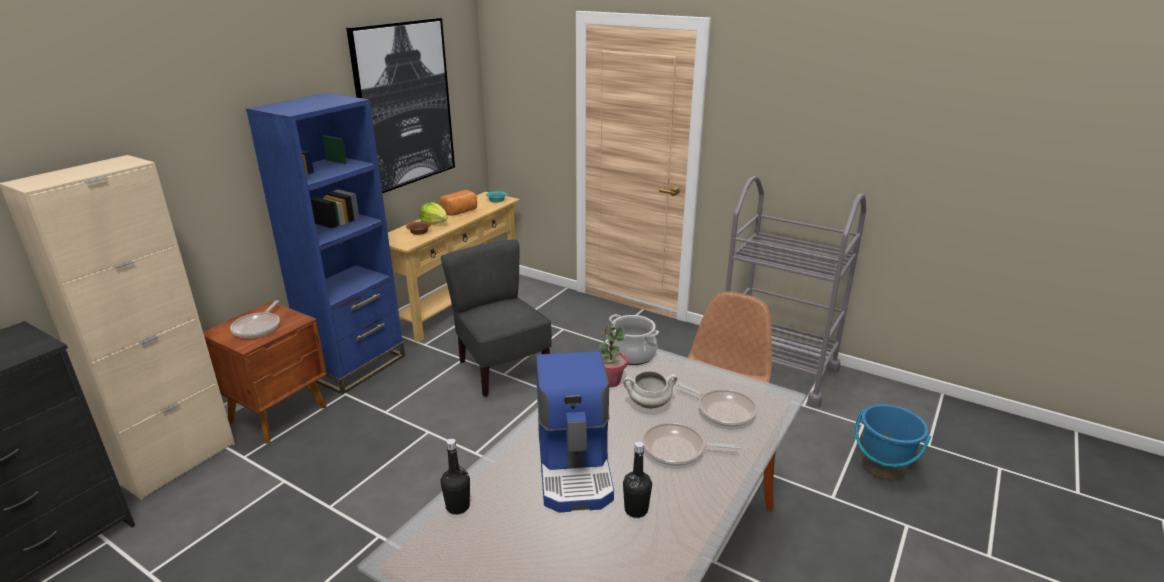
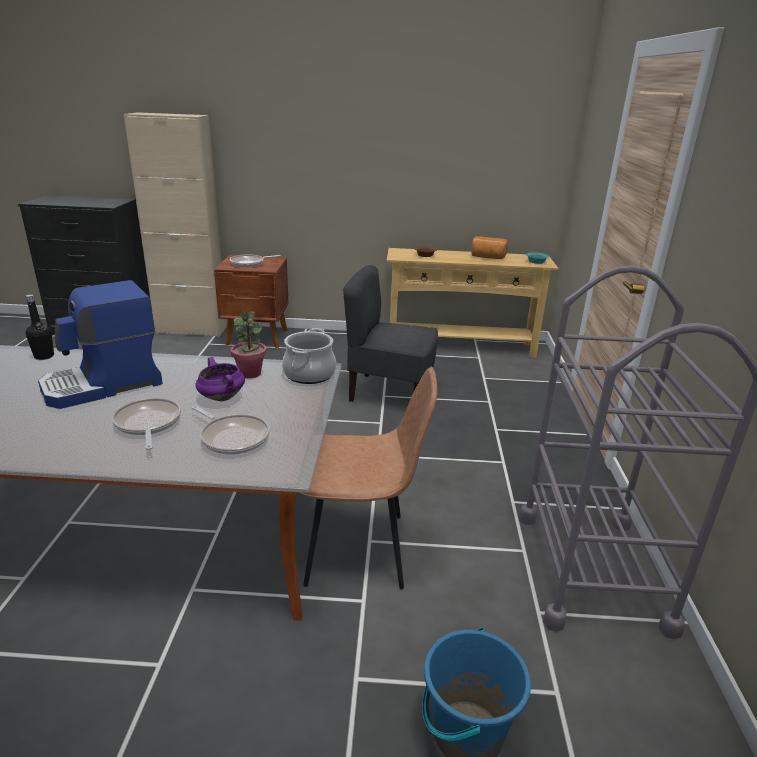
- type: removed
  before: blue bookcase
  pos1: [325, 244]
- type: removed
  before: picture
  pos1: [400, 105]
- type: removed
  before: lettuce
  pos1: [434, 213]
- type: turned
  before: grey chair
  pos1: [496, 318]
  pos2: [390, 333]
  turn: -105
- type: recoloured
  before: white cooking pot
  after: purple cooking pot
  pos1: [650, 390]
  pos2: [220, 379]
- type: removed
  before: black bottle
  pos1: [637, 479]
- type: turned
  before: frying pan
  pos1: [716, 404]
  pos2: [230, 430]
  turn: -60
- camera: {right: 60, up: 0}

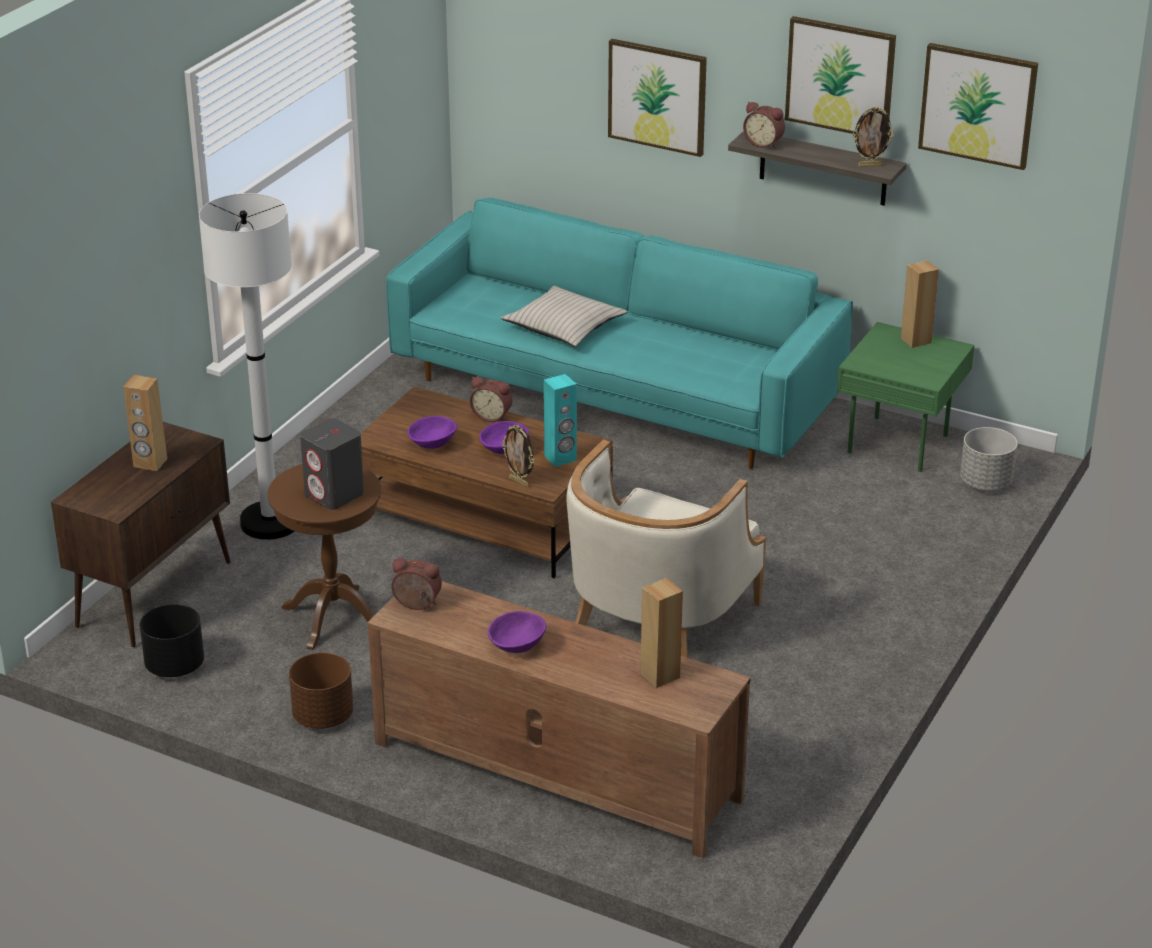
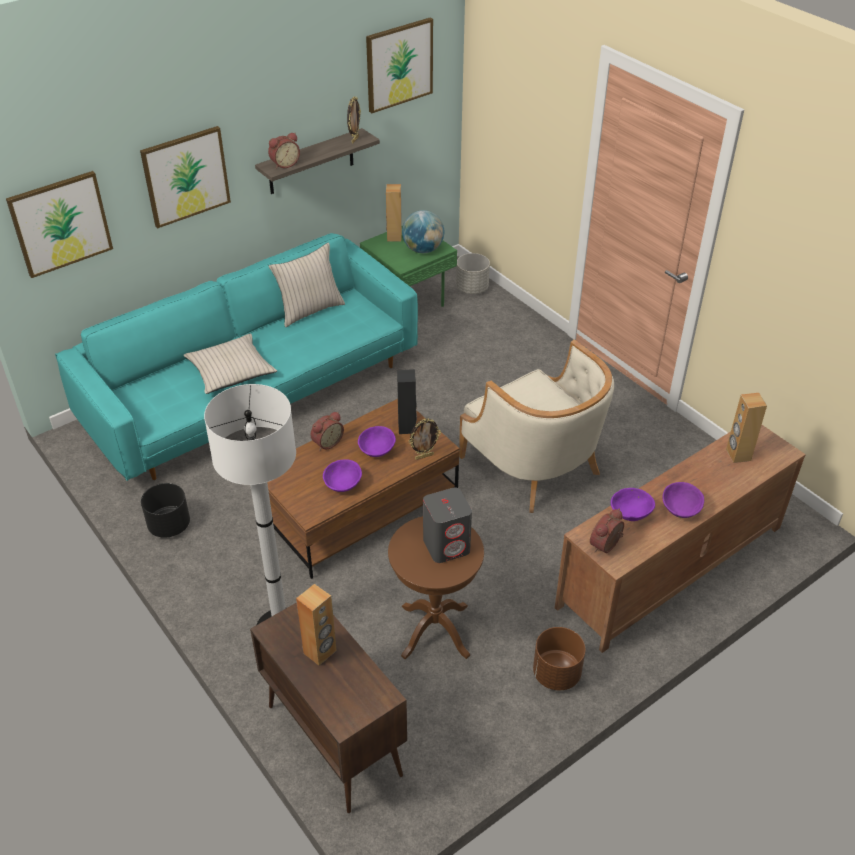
- type: moved
  before: black planter
  pos1: [172, 641]
  pos2: [165, 510]
- type: recoloured
  before: turquoise speaker
  after: black speaker
  pos1: [560, 420]
  pos2: [407, 401]
- type: moved
  before: picture
  pos1: [840, 75]
  pos2: [59, 224]
- type: added
  after: beige pillow
  pos2: [307, 284]
- type: added
  after: globe
  pos2: [423, 231]
- type: added
  after: purple bowl
  pos2: [633, 504]
- camera: {right: -65, up: 10}

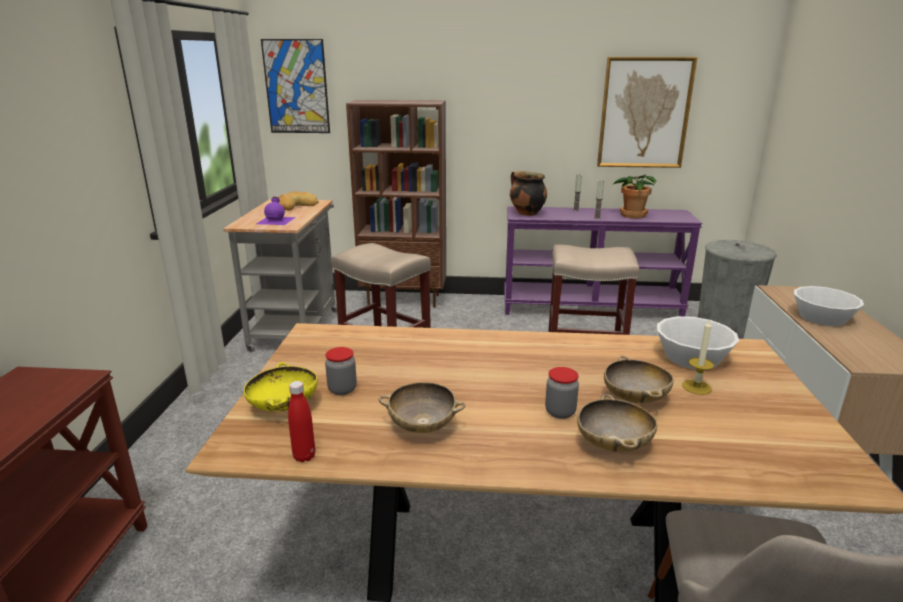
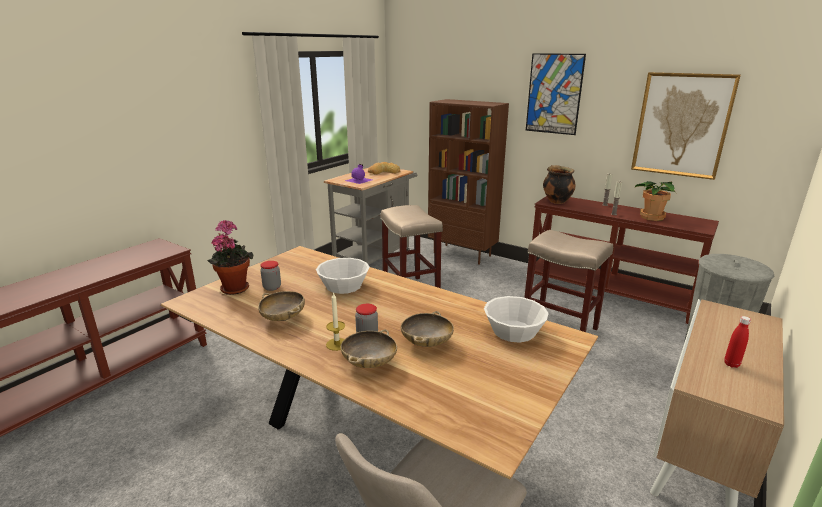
- type: replaced
  before: yellow bowl
  after: potted plant
  pos1: [281, 386]
  pos2: [230, 257]
- type: moved
  before: picture
  pos1: [295, 86]
  pos2: [556, 94]
- type: moved
  before: red bottle
  pos1: [301, 421]
  pos2: [737, 342]
- type: recoloured
  before: purple console table
  after: brown console table
  pos1: [603, 261]
  pos2: [625, 260]
- type: moved
  before: candle
  pos1: [698, 357]
  pos2: [335, 321]
- type: moved
  before: white bowl
  pos1: [829, 306]
  pos2: [342, 276]
- camera: {right: 30, up: 0}

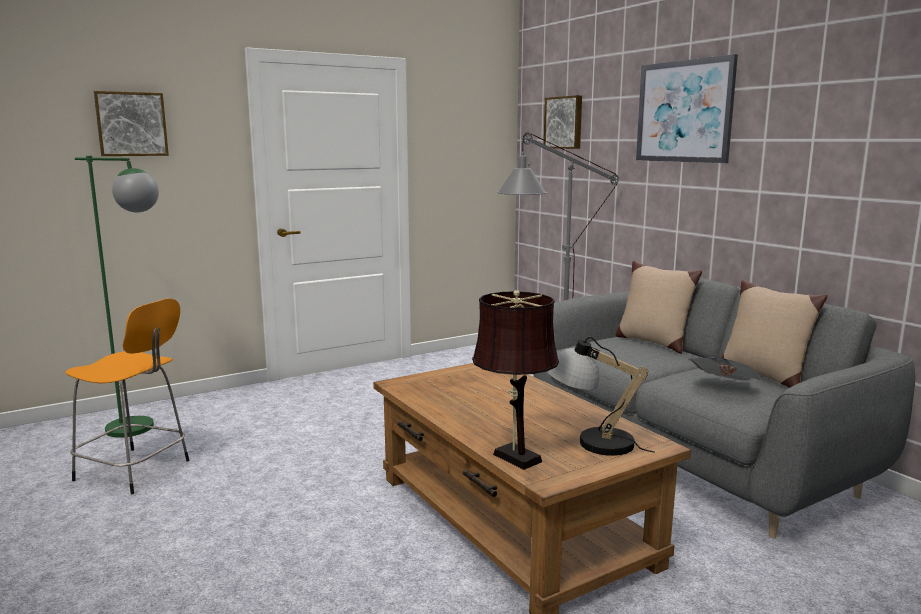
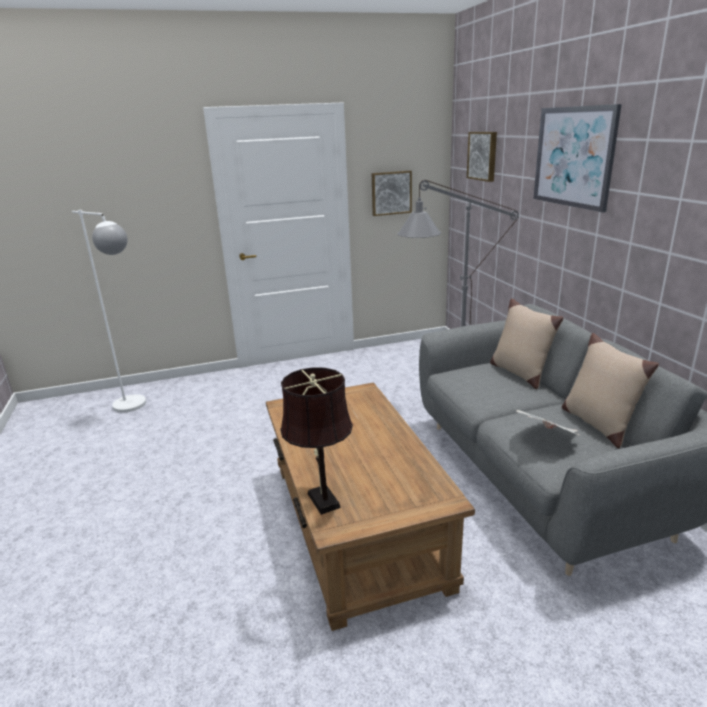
- type: removed
  before: orange stool
  pos1: [127, 396]
- type: recoloured
  before: green floor lamp
  after: white floor lamp
  pos1: [117, 297]
  pos2: [109, 311]
- type: moved
  before: picture
  pos1: [131, 123]
  pos2: [392, 193]
- type: removed
  before: table lamp
  pos1: [601, 396]
- camera: {right: 15, up: 10}

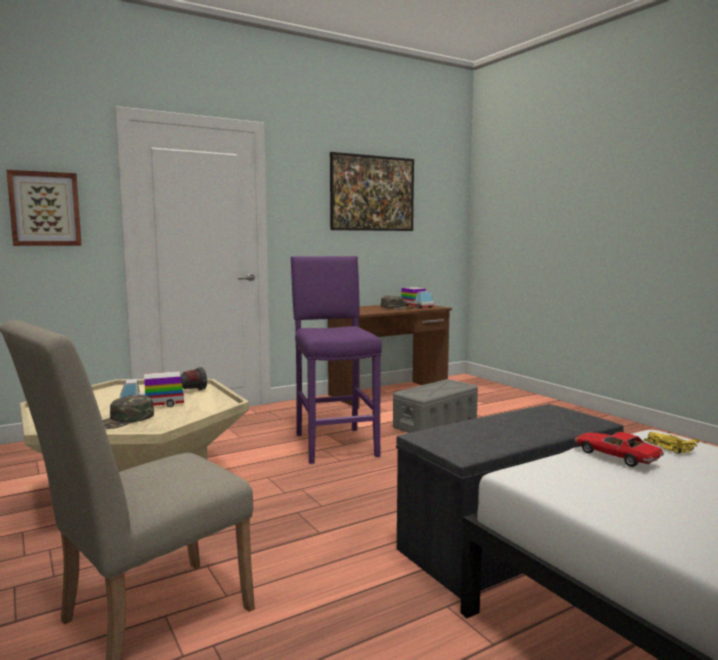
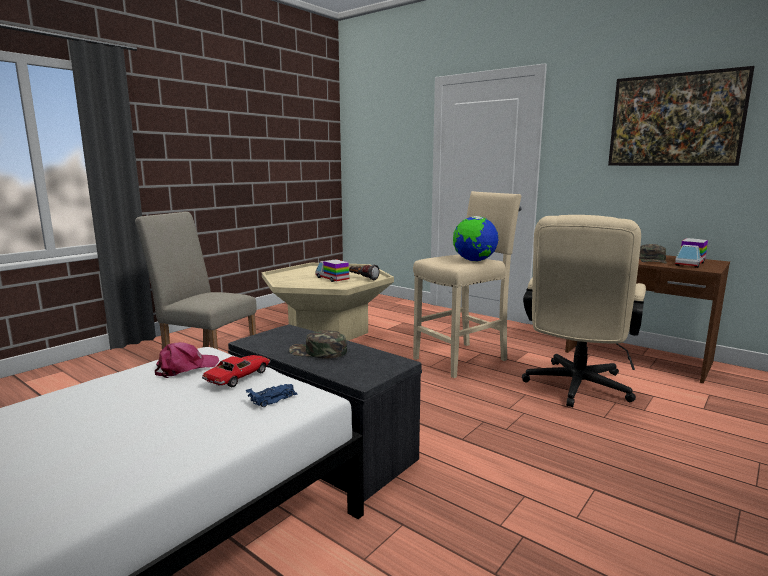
- type: removed
  before: picture
  pos1: [44, 208]
- type: moved
  before: green cap
  pos1: [128, 412]
  pos2: [318, 344]
- type: recoloured
  before: purple stool
  after: beige stool
  pos1: [336, 360]
  pos2: [467, 284]
- type: replaced
  before: grey storage box
  after: beige office chair
  pos1: [435, 406]
  pos2: [584, 311]
- type: recoloured
  before: yellow toy car
  after: blue toy car
  pos1: [672, 443]
  pos2: [271, 395]
- type: added
  after: pink cap
  pos2: [187, 360]
- type: added
  after: globe
  pos2: [475, 238]
- camera: {right: 70, up: 5}

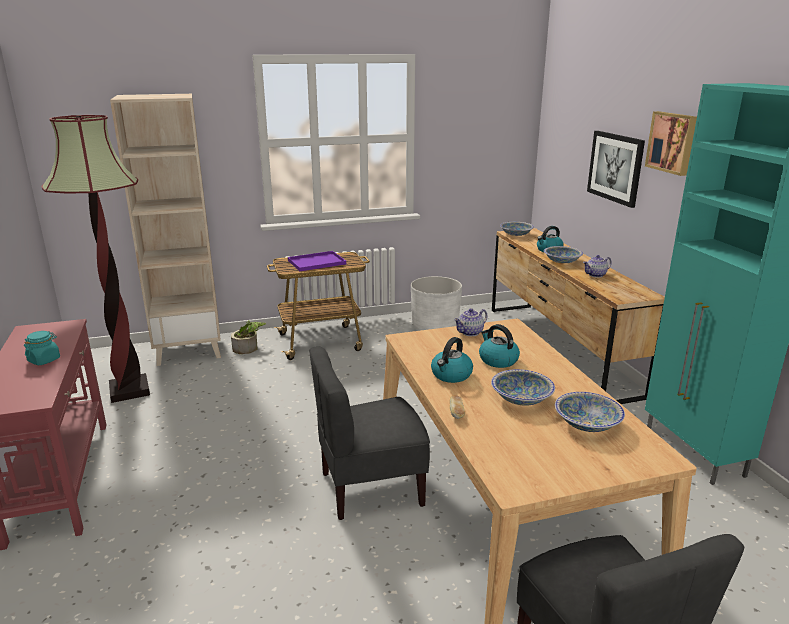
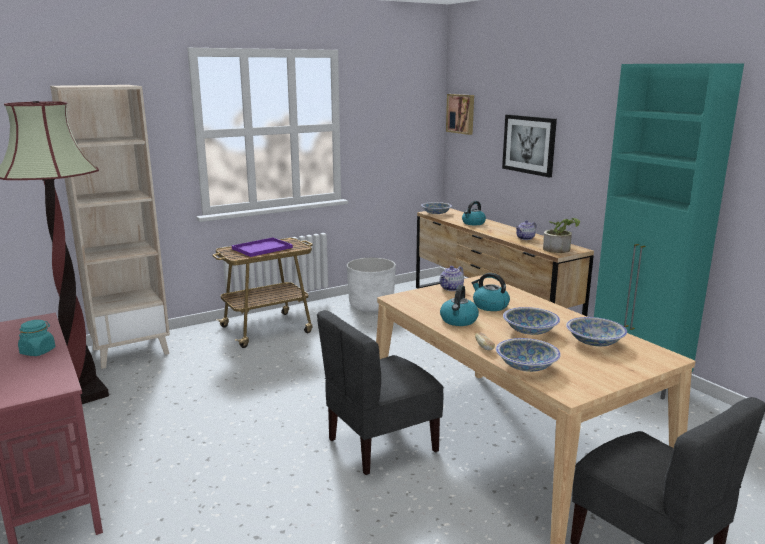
- type: moved
  before: potted plant
  pos1: [248, 337]
  pos2: [561, 235]
- type: moved
  before: bowl
  pos1: [563, 254]
  pos2: [528, 355]
- type: moved
  before: picture
  pos1: [671, 143]
  pos2: [460, 114]
- camera: {right: -15, up: -5}

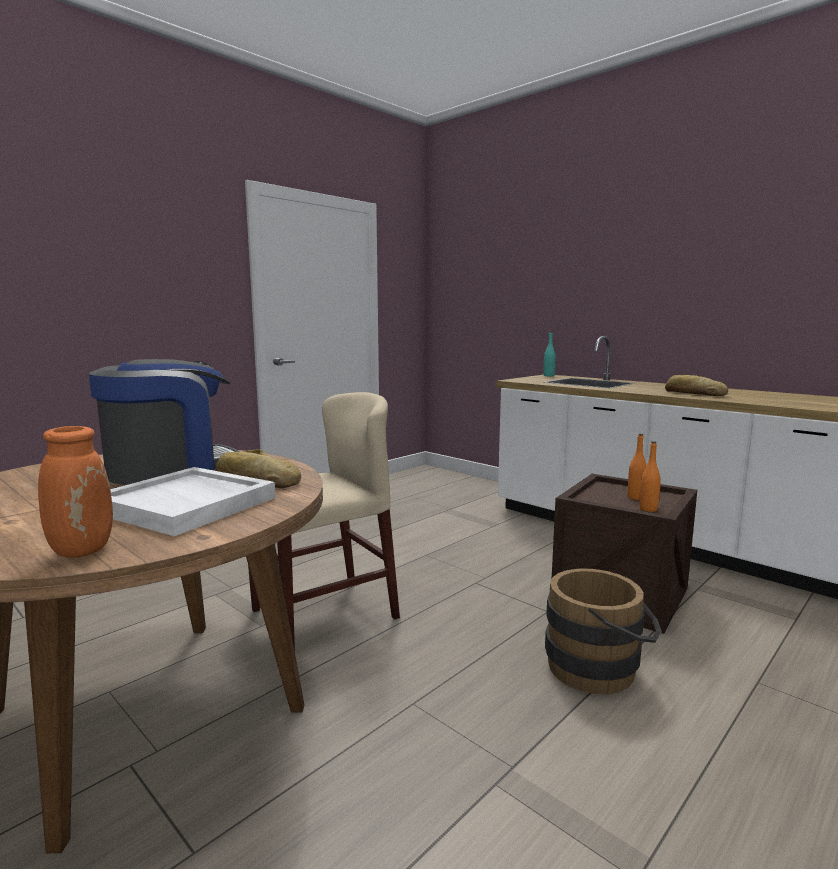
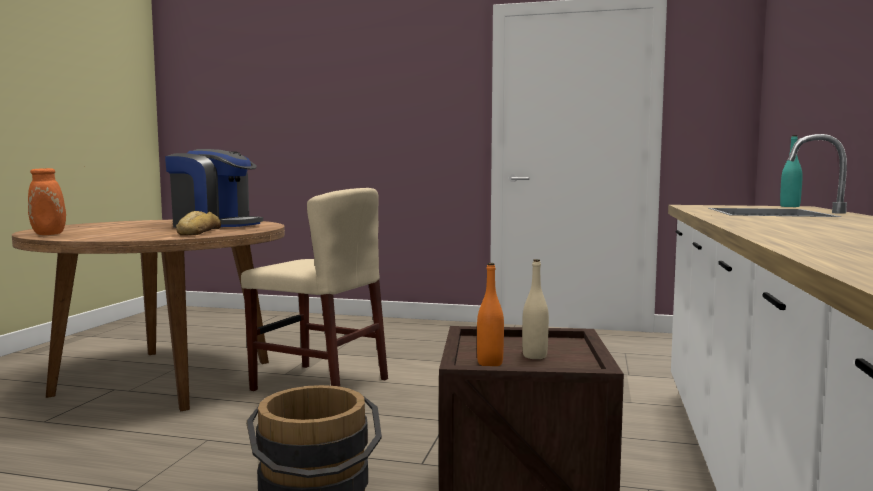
- type: removed
  before: white tray
  pos1: [193, 501]
- type: recoloured
  before: orange bottle
  after: beige bottle
  pos1: [637, 467]
  pos2: [535, 309]
- type: removed
  before: bread
  pos1: [696, 385]
- camera: {right: 60, up: -5}

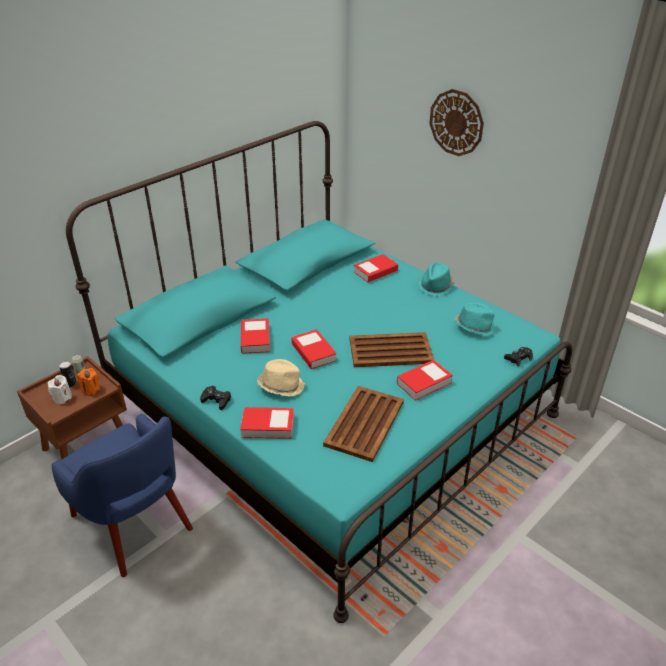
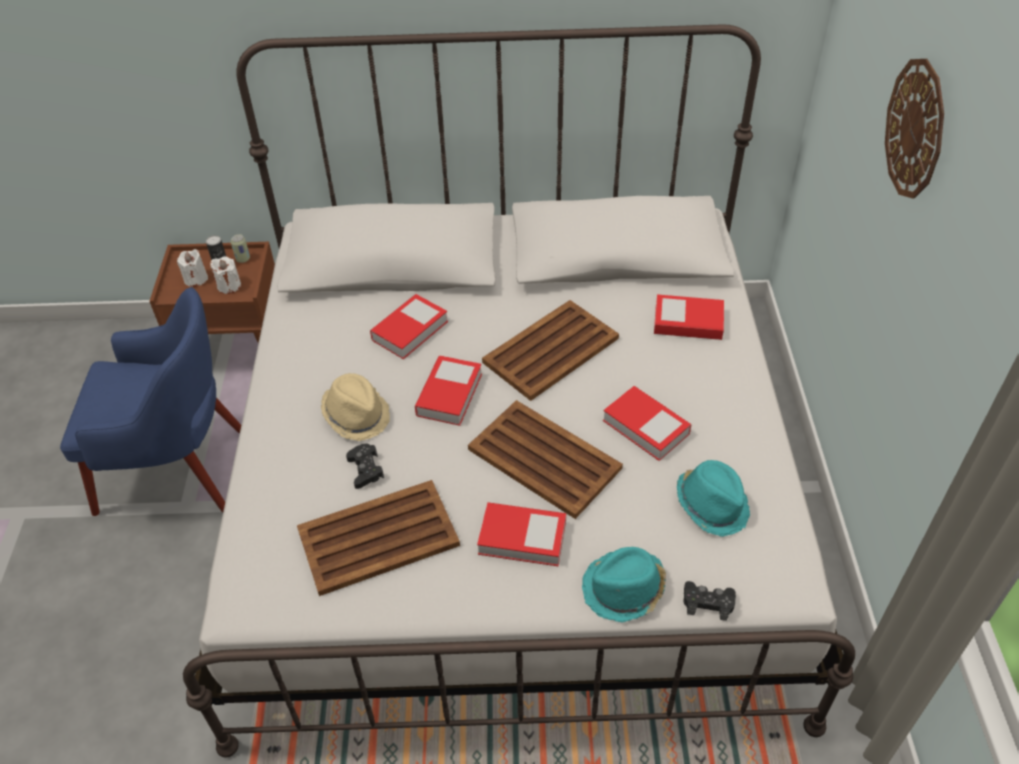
- type: turned
  before: blue armchair
  pos1: [122, 495]
  pos2: [150, 401]
  turn: -90
- type: recoloured
  before: turquoise bed
  after: white bed
  pos1: [319, 372]
  pos2: [519, 391]
- type: recoloured
  before: orange candle
  after: white candle
  pos1: [88, 381]
  pos2: [226, 275]
- type: moved
  before: black game controller
  pos1: [215, 398]
  pos2: [365, 466]
- type: moved
  before: book
  pos1: [267, 423]
  pos2: [647, 423]
- type: moved
  before: turquoise hat
  pos1: [435, 279]
  pos2: [624, 585]
- type: added
  after: brown tray
  pos2: [550, 350]
- camera: {right: 45, up: 10}

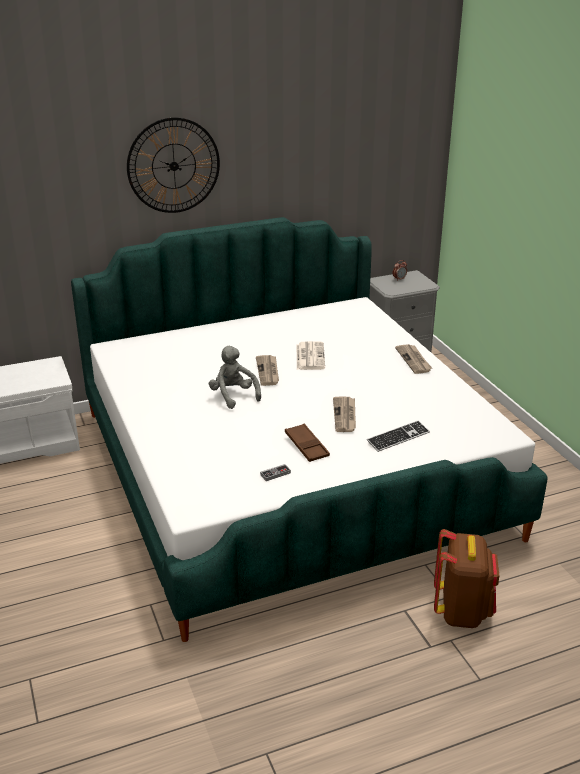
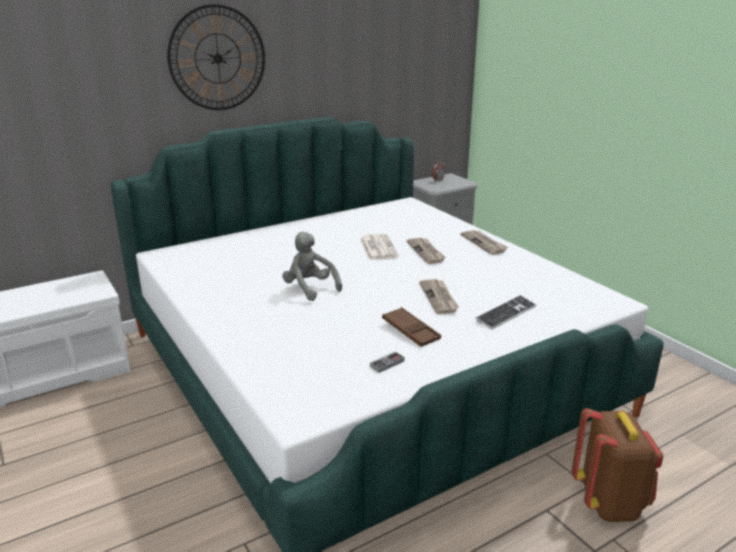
- type: moved
  before: newspaper
  pos1: [267, 370]
  pos2: [426, 251]
- camera: {right: -10, up: -5}

